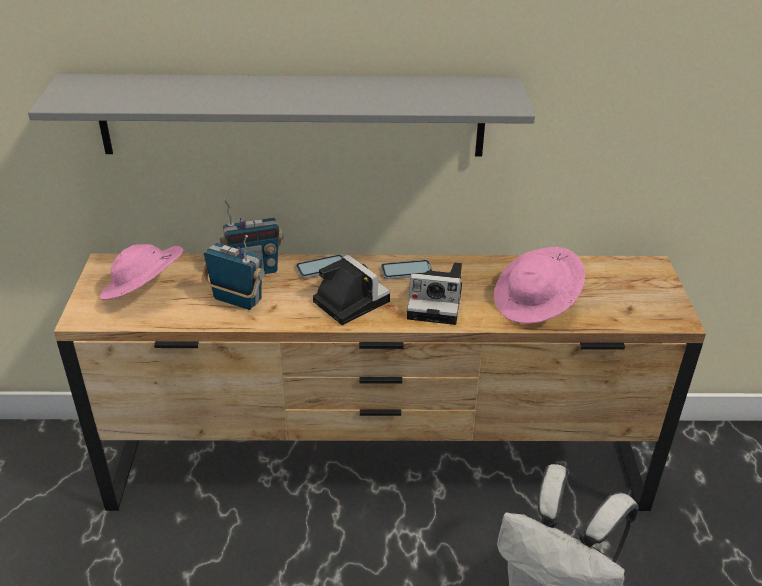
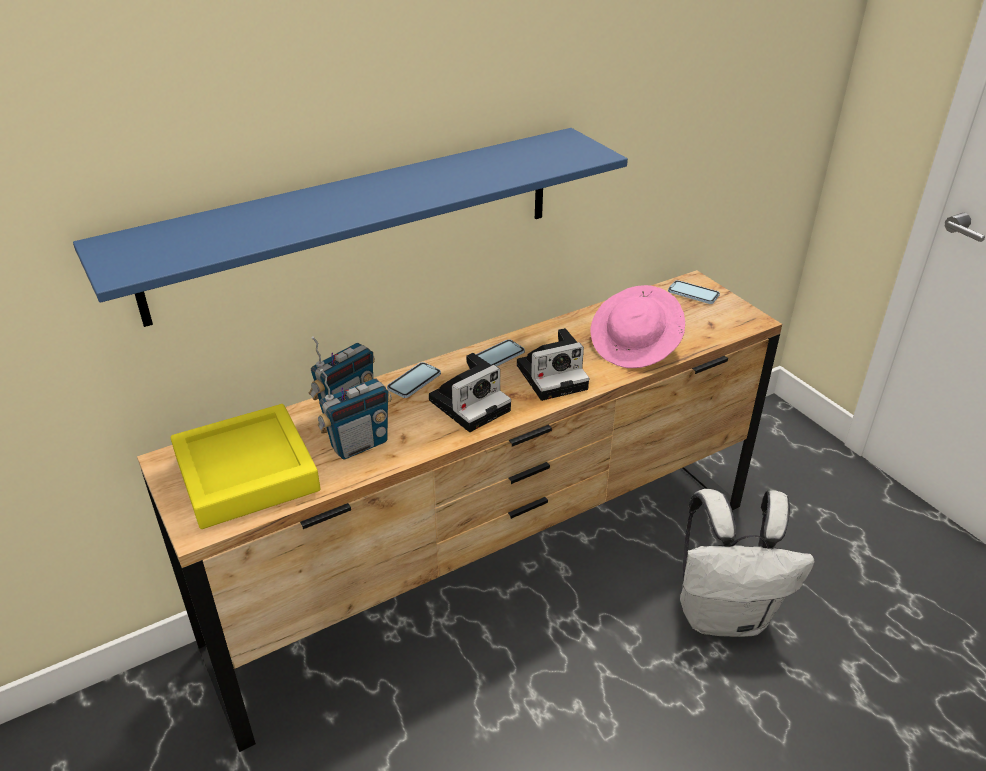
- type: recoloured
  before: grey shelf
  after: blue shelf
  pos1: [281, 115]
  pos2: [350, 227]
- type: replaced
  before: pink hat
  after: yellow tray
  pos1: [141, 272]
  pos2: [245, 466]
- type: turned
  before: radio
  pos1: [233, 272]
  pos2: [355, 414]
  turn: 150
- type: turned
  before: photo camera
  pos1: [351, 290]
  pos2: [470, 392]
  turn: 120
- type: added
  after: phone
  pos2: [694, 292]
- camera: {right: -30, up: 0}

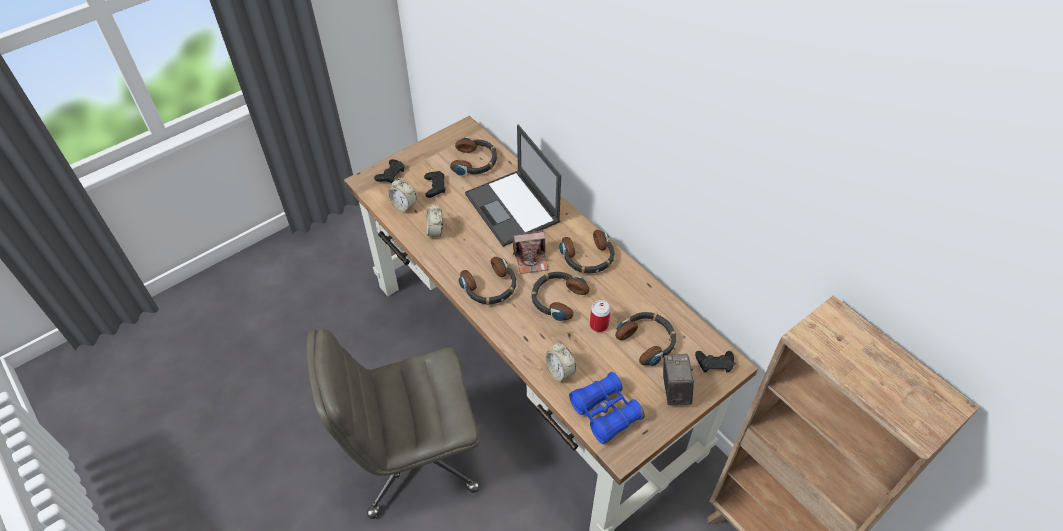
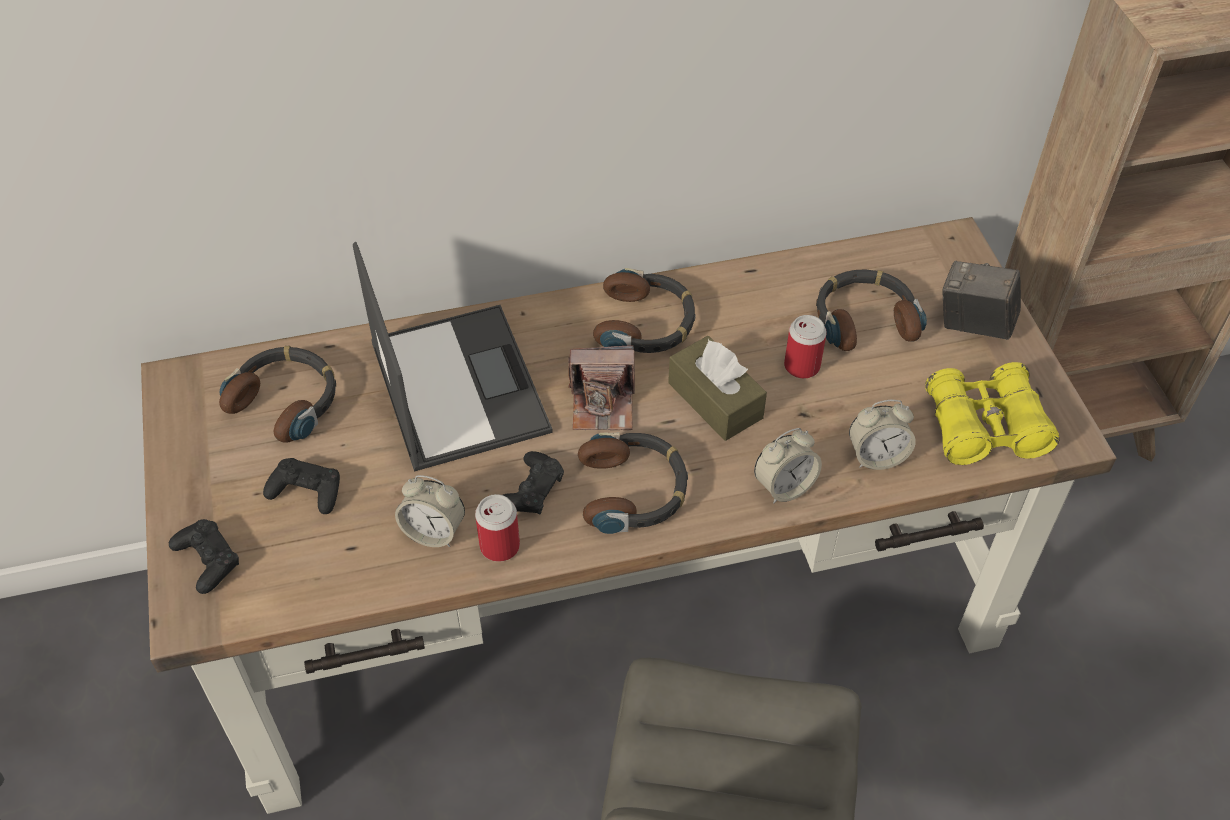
- type: moved
  before: alarm clock
  pos1: [402, 195]
  pos2: [788, 466]
- type: turned
  before: laptop
  pos1: [513, 186]
  pos2: [453, 357]
  turn: -105
- type: turned
  before: photo camera
  pos1: [530, 252]
  pos2: [601, 387]
  turn: 75
- type: replaced
  before: headphones
  after: brown tissue box
  pos1: [560, 296]
  pos2: [717, 388]
- type: recoloured
  before: blue binoculars
  after: yellow binoculars
  pos1: [607, 408]
  pos2: [992, 413]
- type: moved
  before: black game controller
  pos1: [714, 362]
  pos2: [533, 483]
- type: added
  after: can
  pos2: [497, 528]
- camera: {right: -65, up: 0}

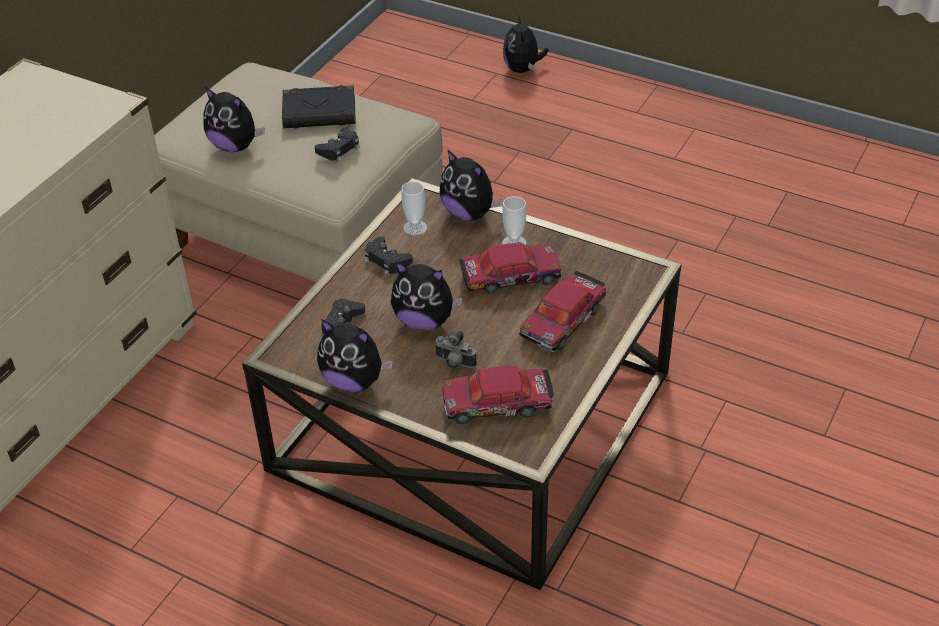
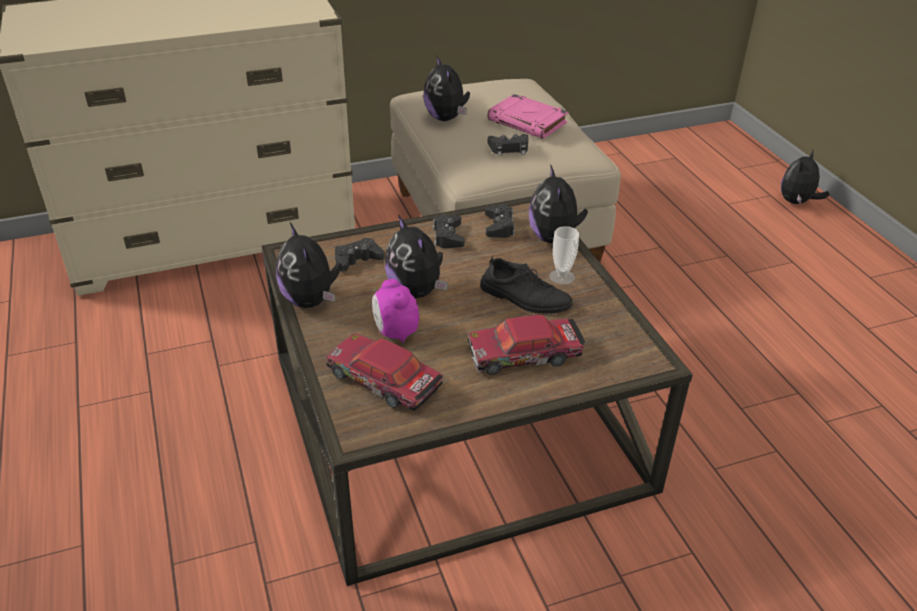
- type: recoloured
  before: black book
  after: pink book
  pos1: [319, 107]
  pos2: [528, 116]
- type: replaced
  before: cup
  after: black game controller
  pos1: [414, 208]
  pos2: [500, 221]
- type: replaced
  before: photo camera
  after: alarm clock
  pos1: [455, 349]
  pos2: [395, 311]
- type: replaced
  before: toy car
  after: black shoe
  pos1: [510, 268]
  pos2: [526, 285]
- camera: {right: 40, up: -5}

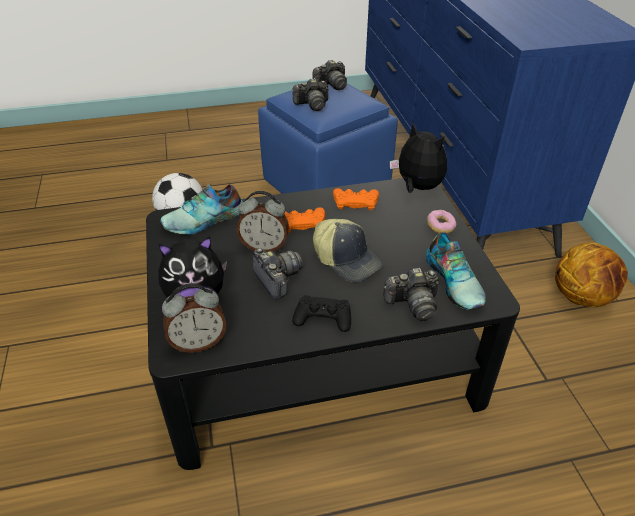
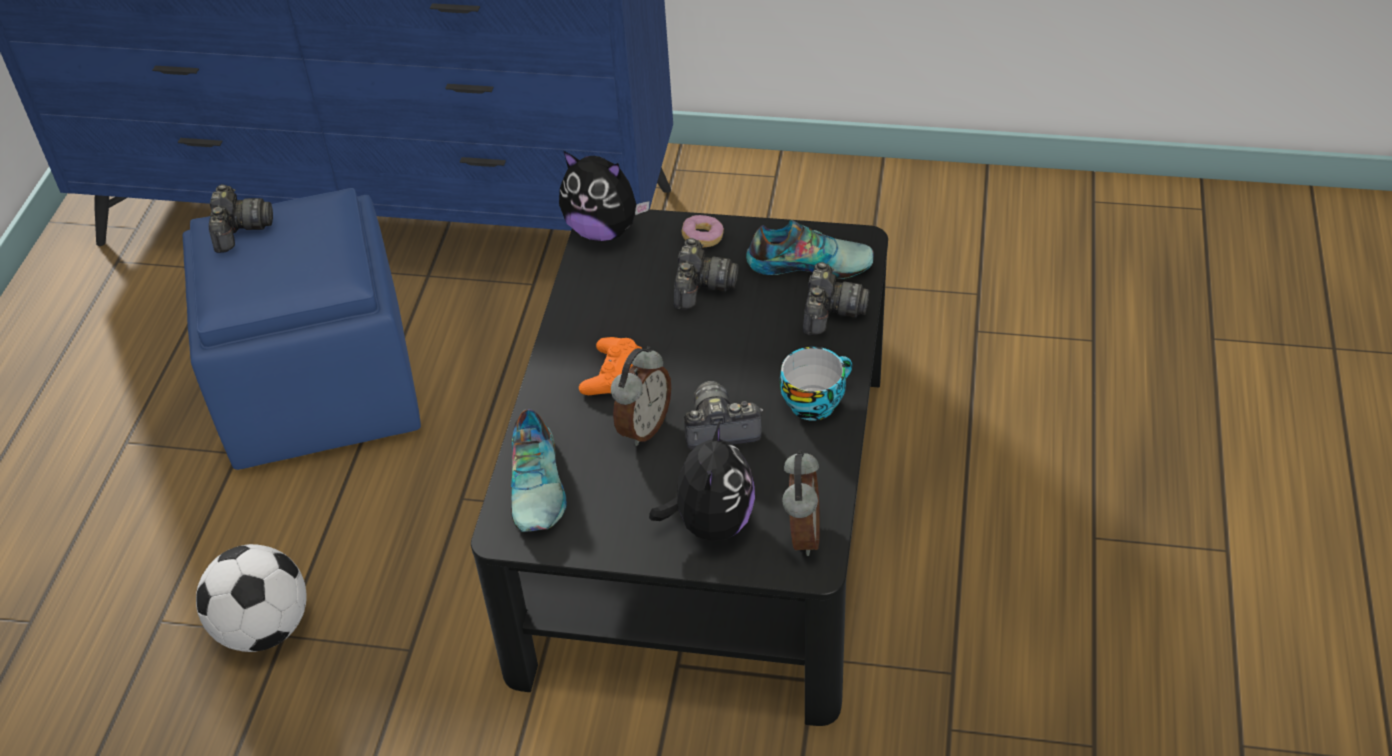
- type: moved
  before: photo camera
  pos1: [310, 94]
  pos2: [706, 274]
- type: replaced
  before: black game controller
  after: cup
  pos1: [321, 313]
  pos2: [816, 384]
- type: removed
  before: cap
  pos1: [348, 251]
- type: removed
  before: orange game controller
  pos1: [356, 199]
- type: turned
  before: plush toy
  pos1: [418, 158]
  pos2: [604, 196]
  turn: -135
- type: removed
  before: basketball
  pos1: [591, 274]
- camera: {right: -65, up: 5}

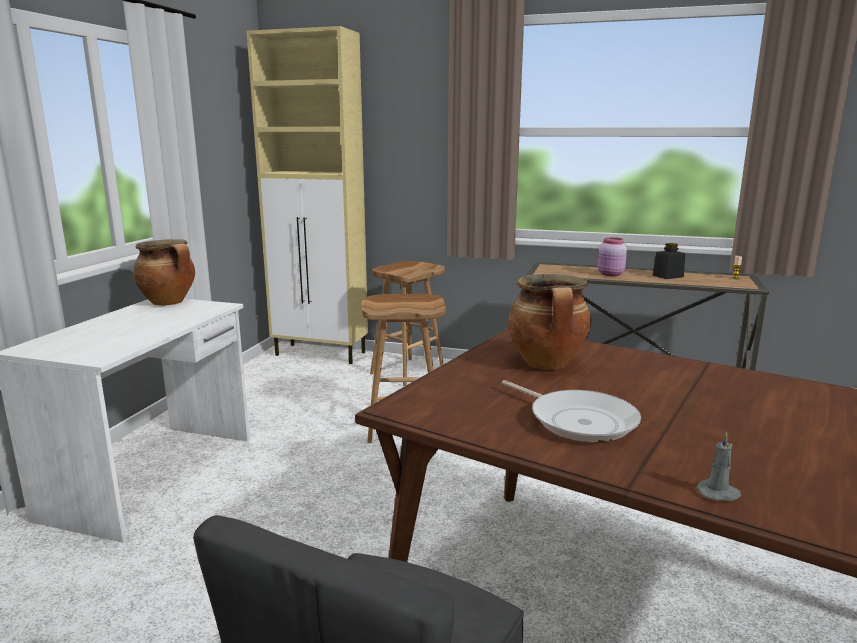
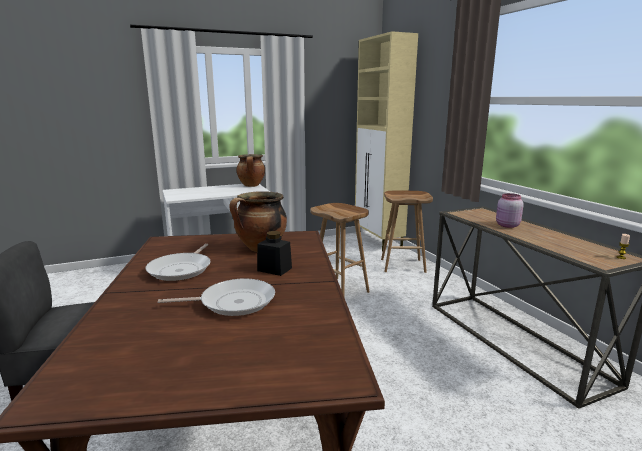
- type: moved
  before: black jar
  pos1: [669, 261]
  pos2: [274, 253]
- type: removed
  before: grey candle
  pos1: [719, 466]
- type: added
  after: frying pan
  pos2: [216, 297]
- camera: {right: 50, up: 0}

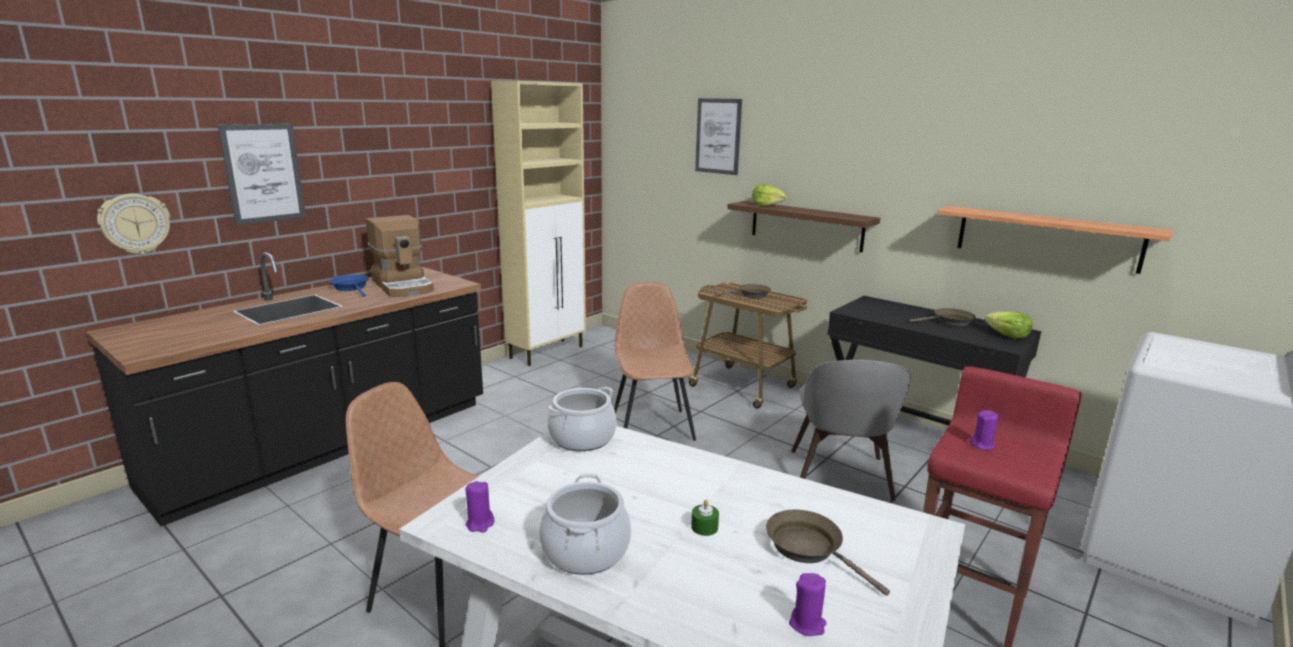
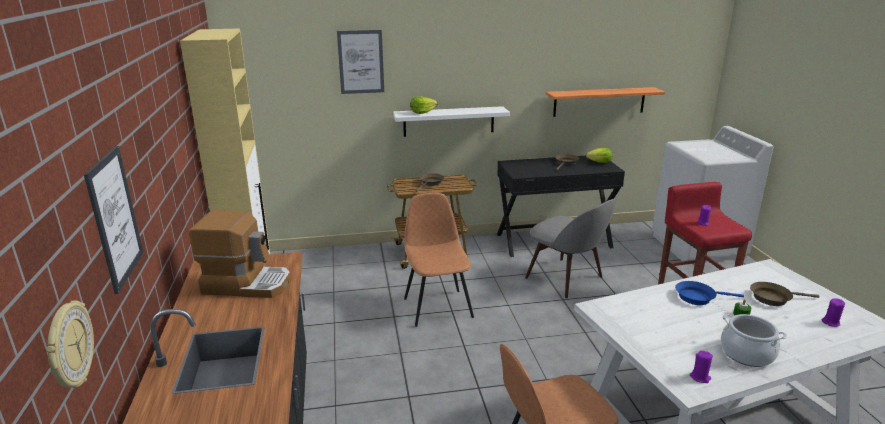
- type: moved
  before: blue frying pan
  pos1: [349, 286]
  pos2: [709, 293]
- type: removed
  before: cooking pot
  pos1: [581, 419]
- type: turned
  before: brown chair
  pos1: [655, 361]
  pos2: [439, 259]
  turn: 45
- type: recoloured
  before: brown shelf
  after: white shelf
  pos1: [803, 226]
  pos2: [451, 121]
- camera: {right: -50, up: 5}

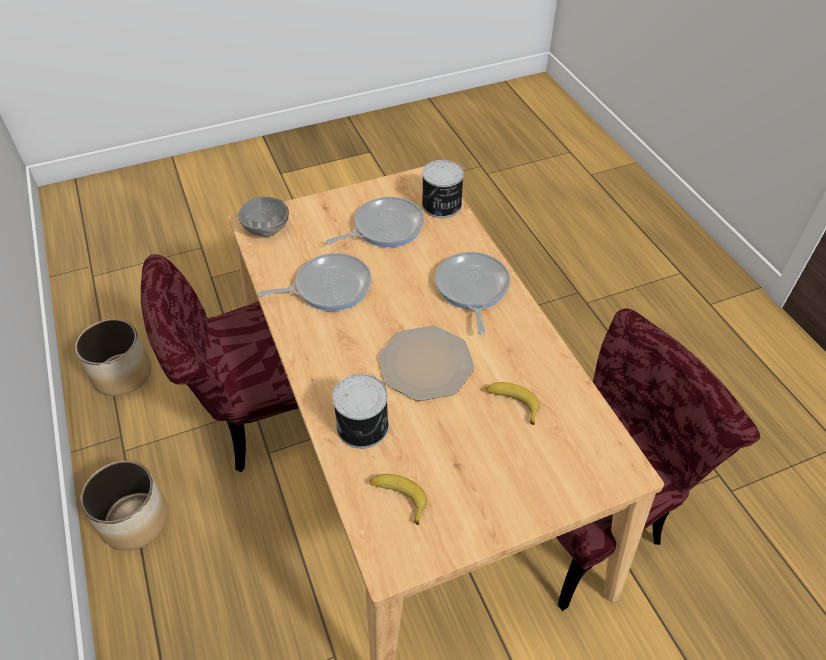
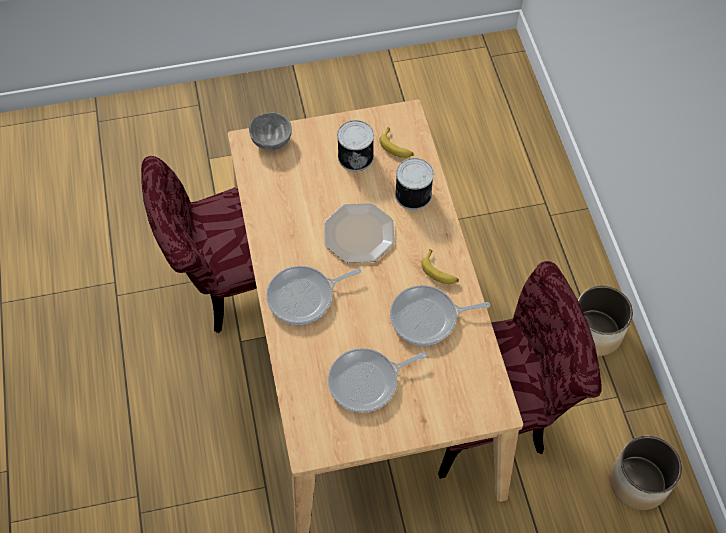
- type: moved
  before: grey bowl
  pos1: [263, 217]
  pos2: [270, 131]
- type: moved
  before: can
  pos1: [443, 189]
  pos2: [355, 145]
- type: turned
  before: frying pan
  pos1: [472, 293]
  pos2: [313, 295]
  turn: 60
- type: moved
  before: banana
  pos1: [513, 403]
  pos2: [440, 266]
- camera: {right: -170, up: 10}

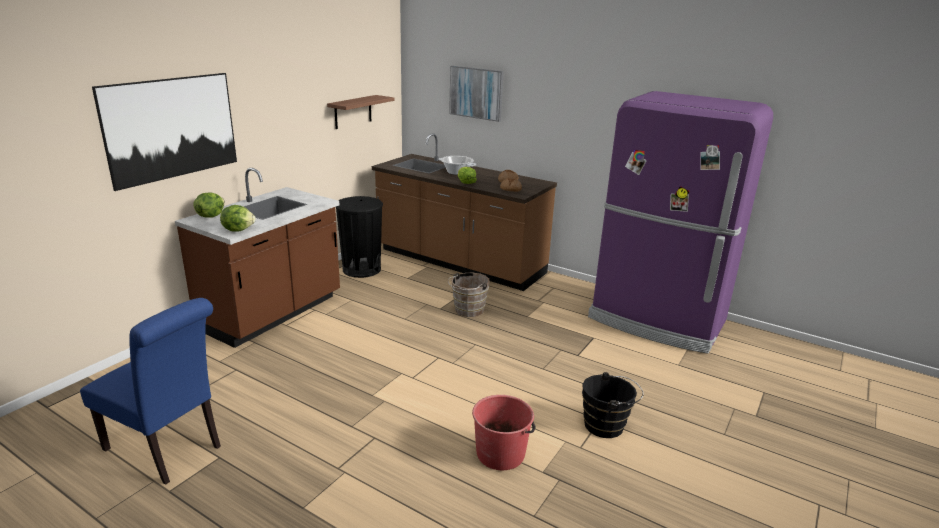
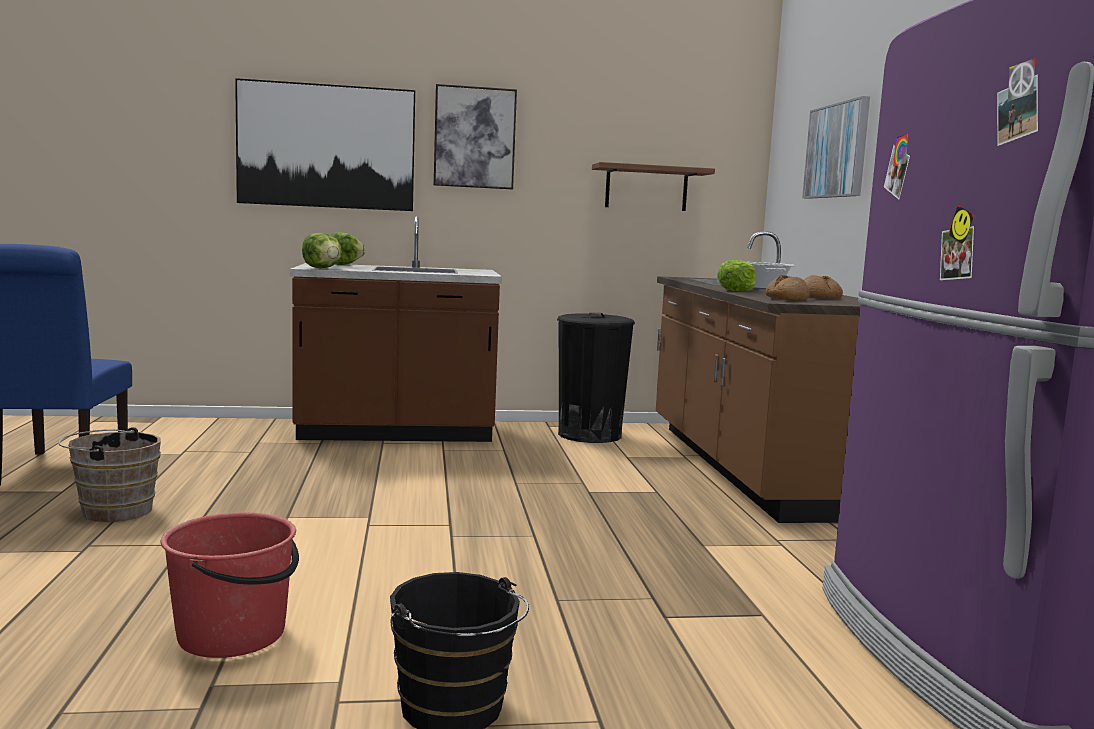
- type: moved
  before: brown bucket
  pos1: [469, 295]
  pos2: [109, 474]
- type: added
  after: picture
  pos2: [475, 136]
- camera: {right: 50, up: -15}

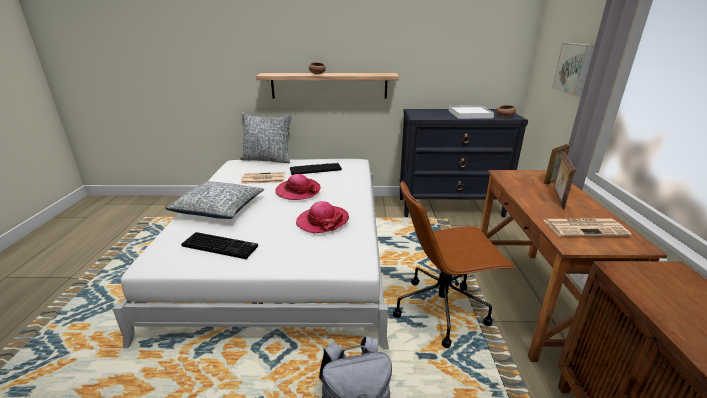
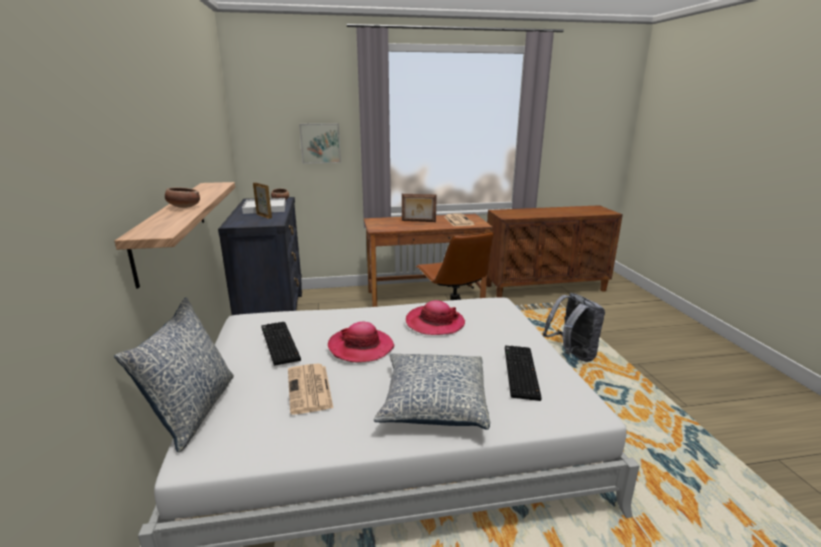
- type: moved
  before: picture frame
  pos1: [557, 164]
  pos2: [262, 200]
- camera: {right: -100, up: -5}

